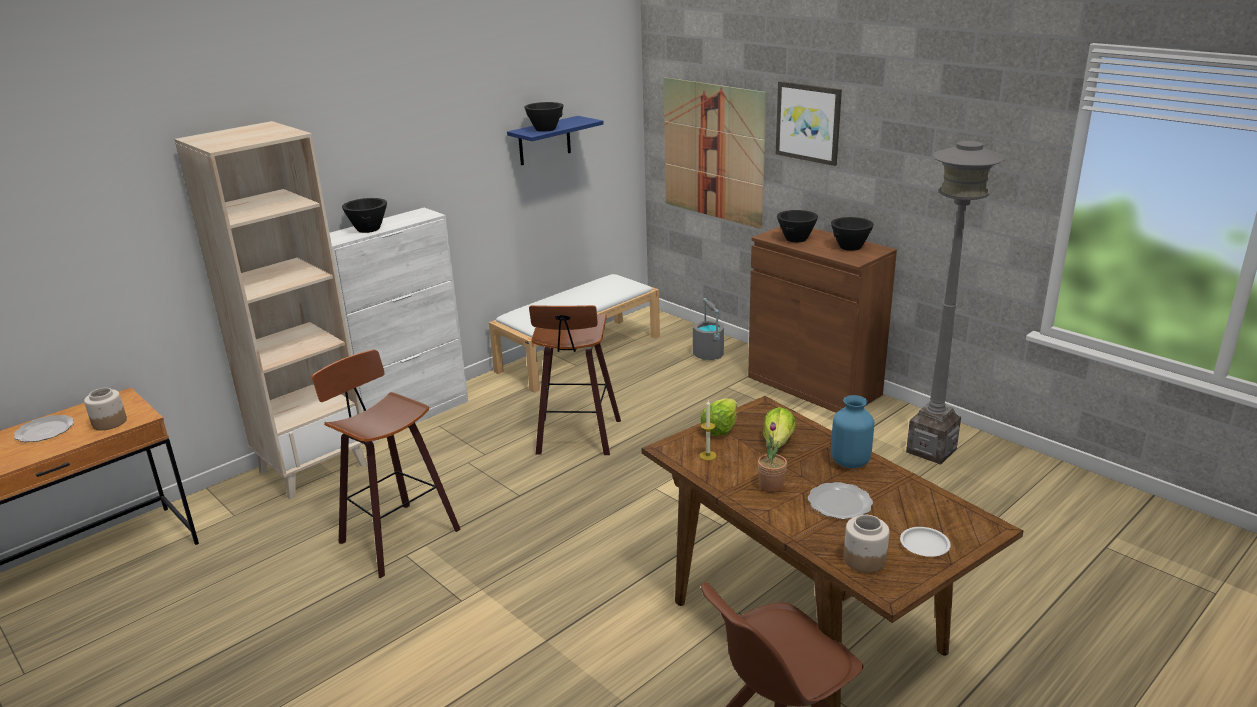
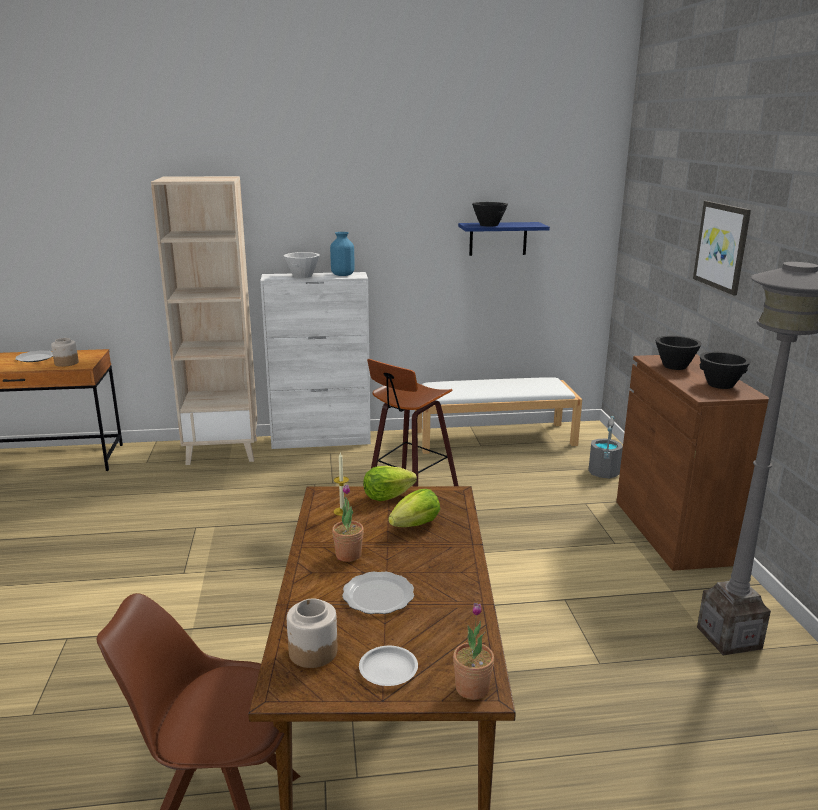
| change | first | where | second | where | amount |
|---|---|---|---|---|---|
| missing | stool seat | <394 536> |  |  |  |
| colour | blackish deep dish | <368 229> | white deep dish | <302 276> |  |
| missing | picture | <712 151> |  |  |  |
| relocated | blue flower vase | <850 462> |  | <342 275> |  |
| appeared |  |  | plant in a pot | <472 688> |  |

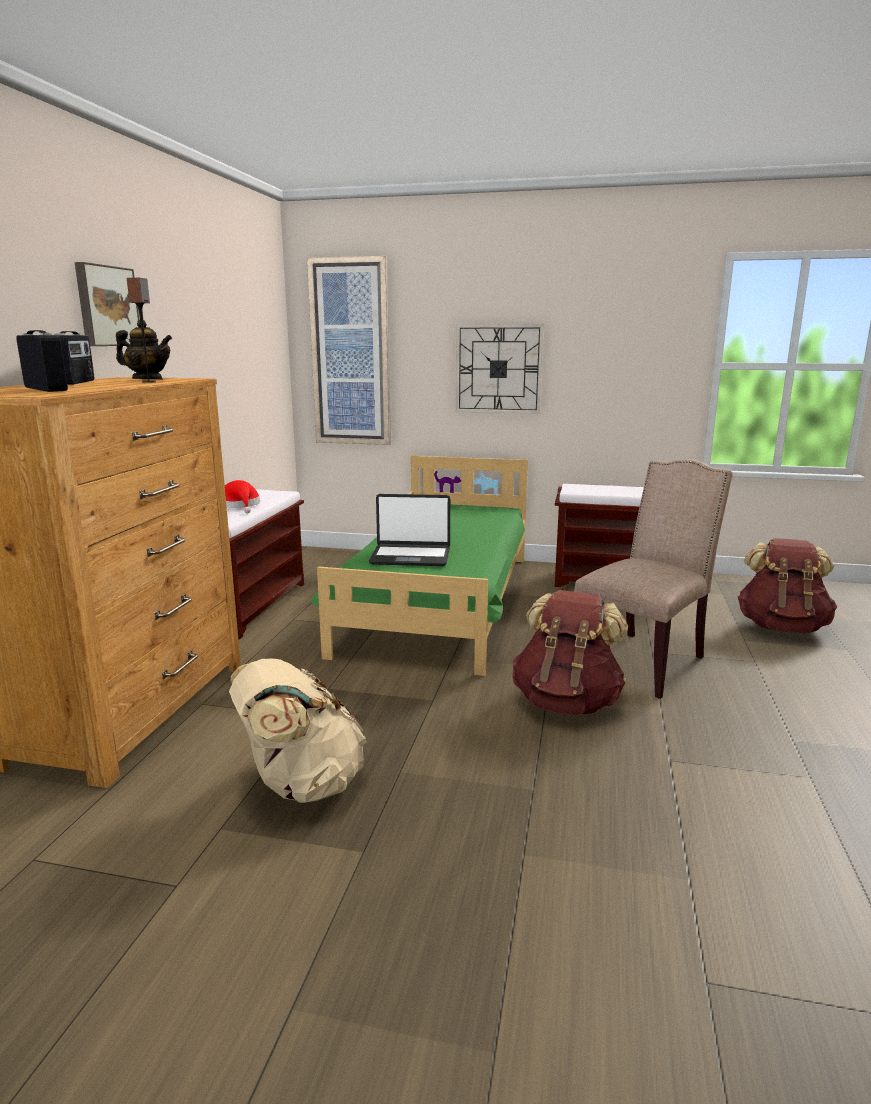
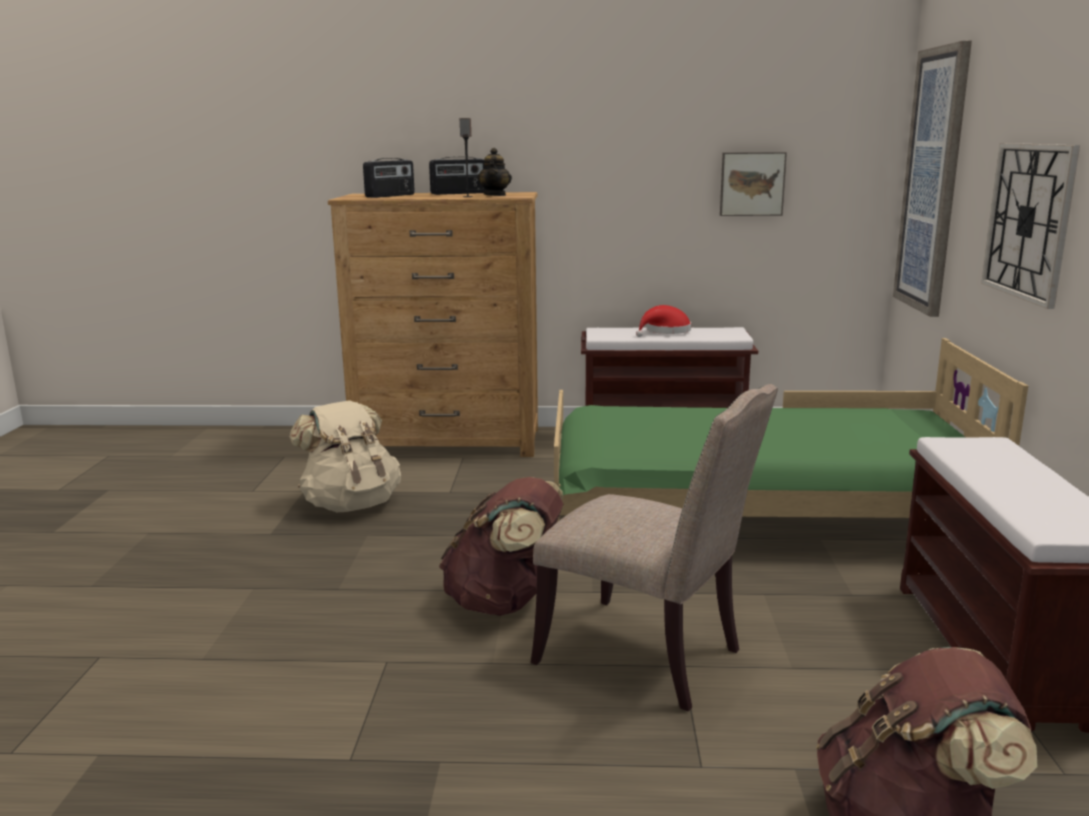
| change | first | where | second | where | amount |
|---|---|---|---|---|---|
| relocated | picture | <106 306> |  | <752 184> |  |
| missing | portable computer | <410 557> |  |  |  |

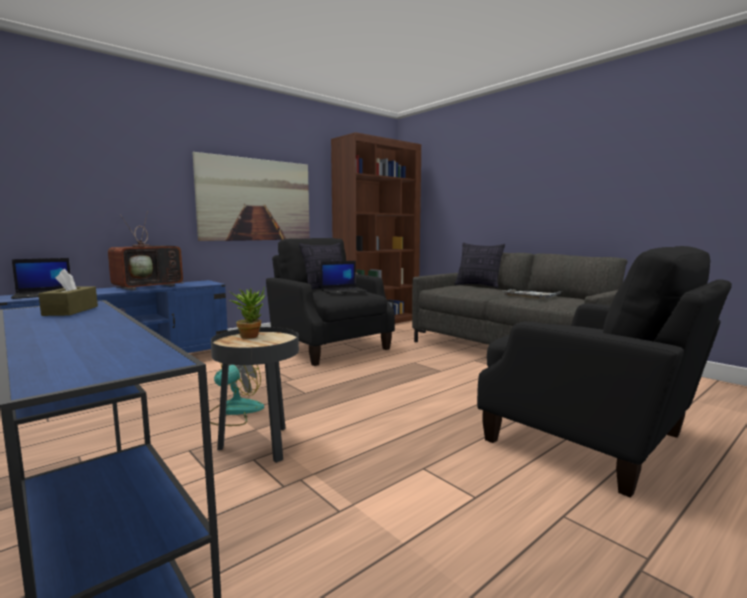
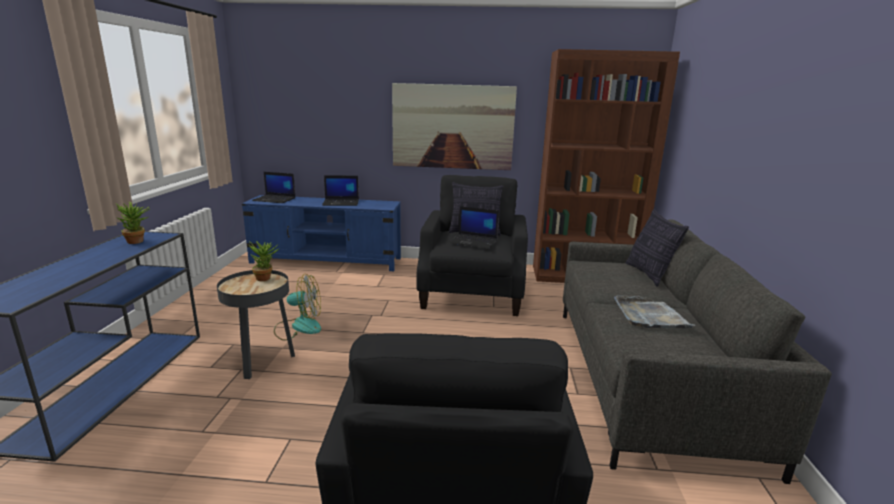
| change | first | where | second | where | amount |
|---|---|---|---|---|---|
| exchanged | brown-coloured tissue holder | <71 311> | plant in a pot | <138 242> |  |
| exchanged | TV | <149 287> | portable computer | <341 203> |  |

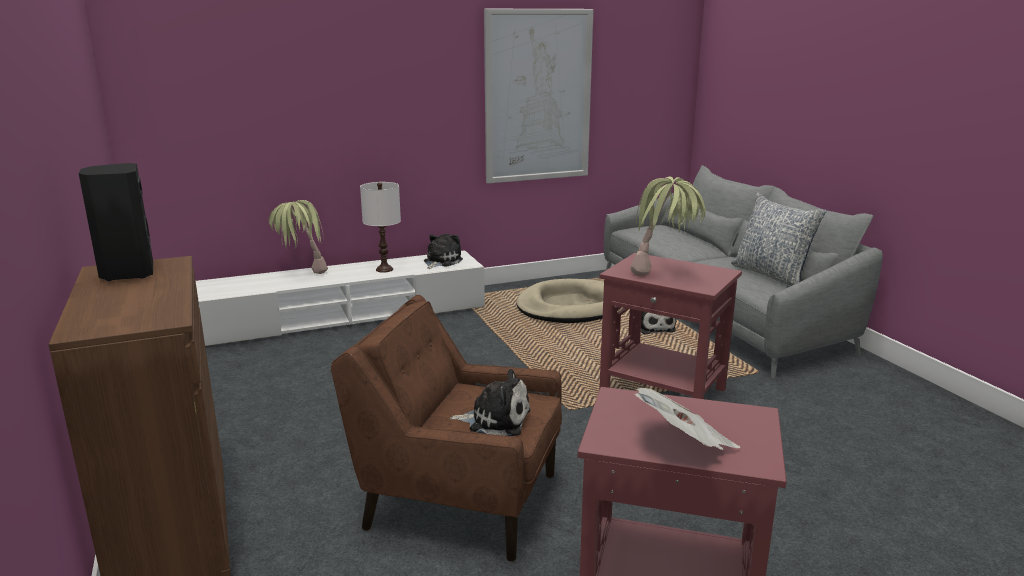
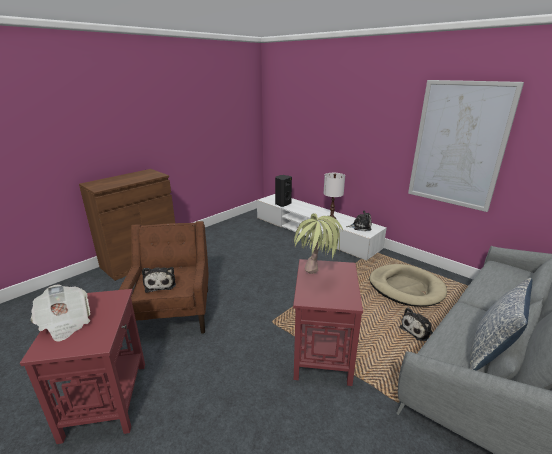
| change | first | where | second | where | amount |
|---|---|---|---|---|---|
| relocated | blackish loudspeaker | <127 273> |  | <282 204> |  |
| missing | plant in a pot | <301 274> |  |  |  |

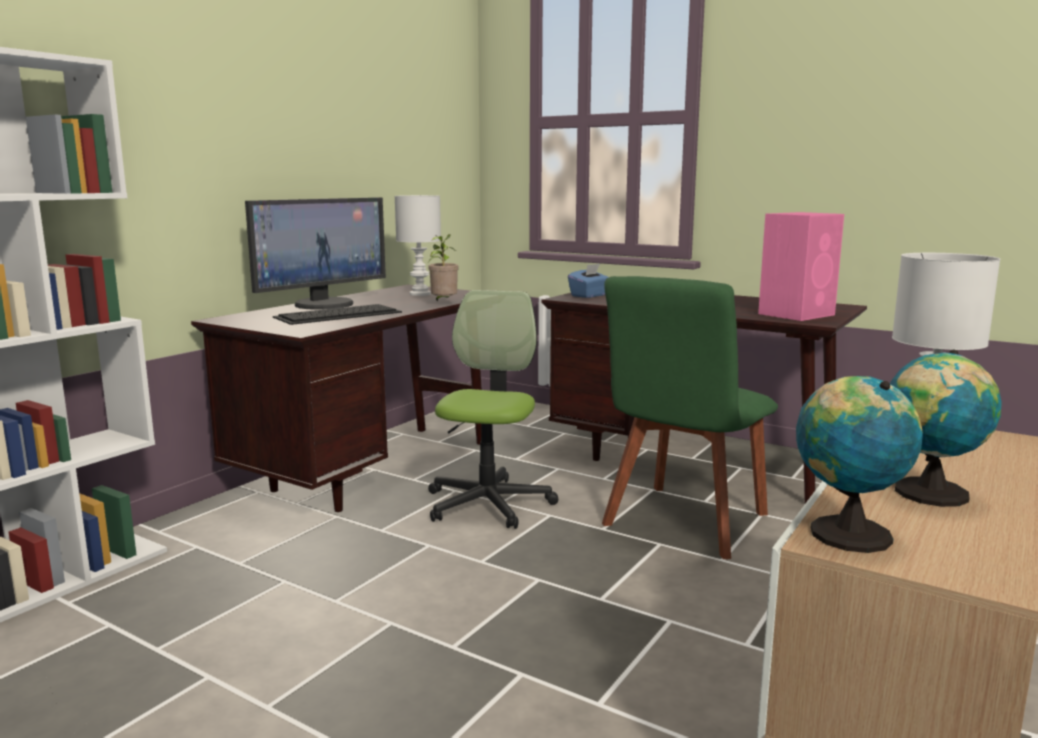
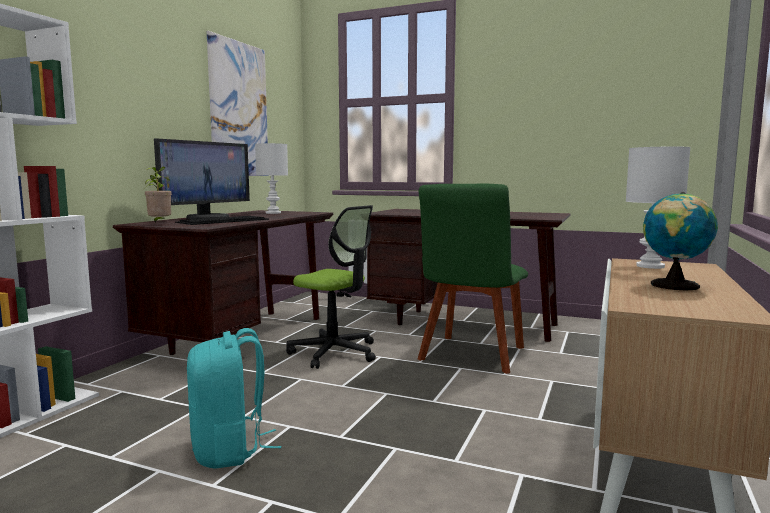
| change | first | where | second | where | amount |
|---|---|---|---|---|---|
| relocated | plant in a pot | <443 304> |  | <160 224> |  |
| spun | desk chair | <488 504> |  | <334 353> | 120 degrees clockwise |
| missing | blue tissue holder | <590 295> |  |  |  |
| missing | pink loudspeaker | <797 314> |  |  |  |
| missing | globe | <845 533> |  |  |  |
| appeared |  |  | turquoise-coloured knapsack | <230 450> |  |
| appeared |  |  | picture | <239 109> |  |

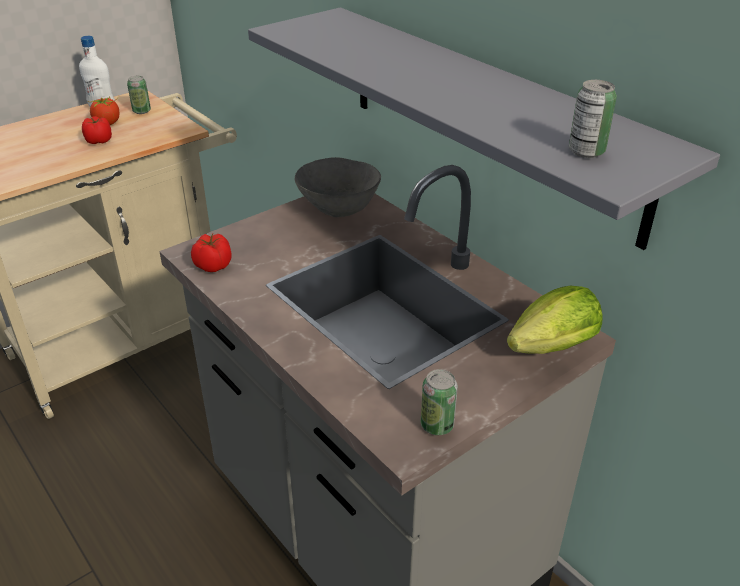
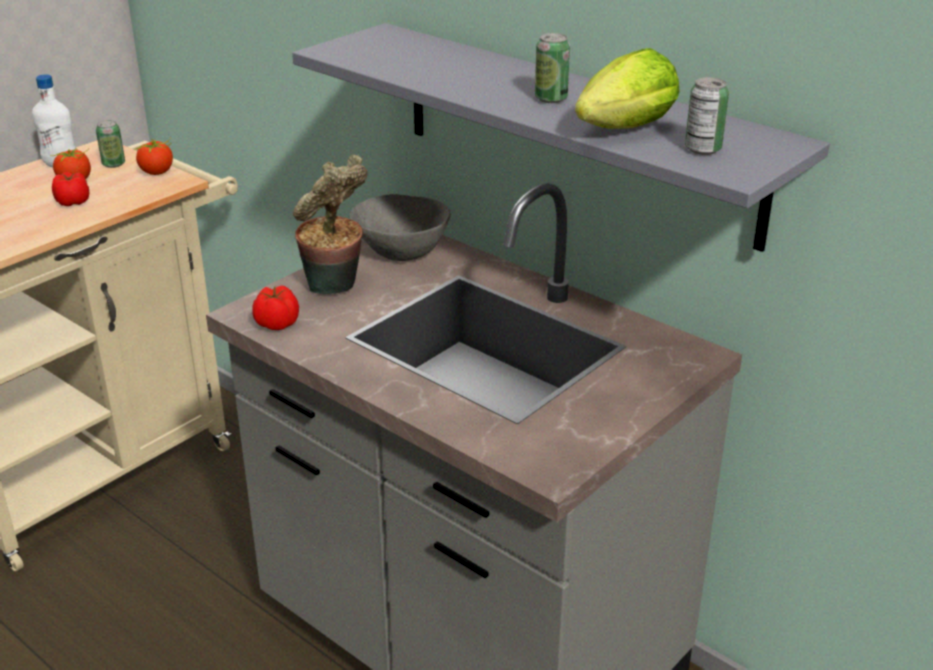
| change | first | where | second | where | amount |
|---|---|---|---|---|---|
| relocated | metal can | <437 425> |  | <551 99> |  |
| relocated | lettuce | <547 350> |  | <621 131> |  |
| appeared |  |  | whole tomato | <157 172> |  |
| appeared |  |  | plant in a pot | <335 289> |  |

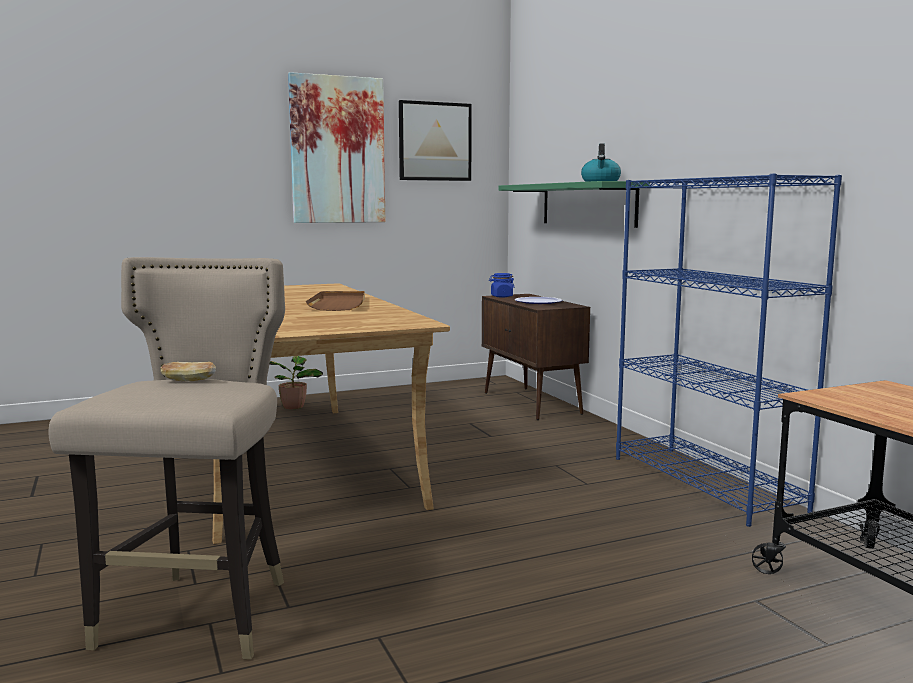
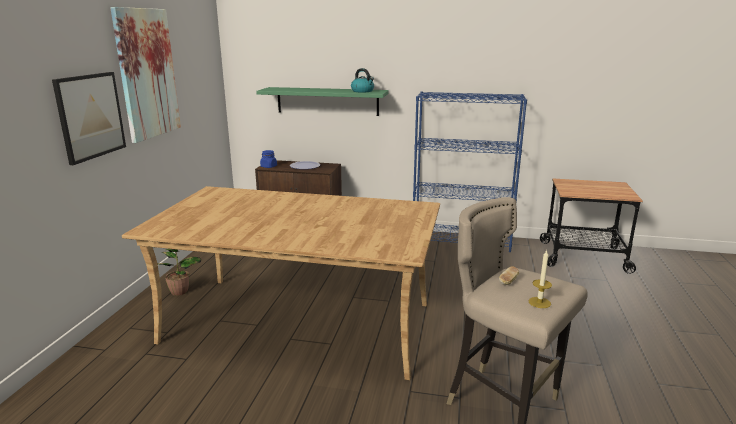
| change | first | where | second | where | amount |
|---|---|---|---|---|---|
| missing | brown-coloured serving tray | <339 304> |  |  |  |
| relocated | picture | <435 141> |  | <90 116> |  |
| appeared |  |  | candle | <539 302> |  |

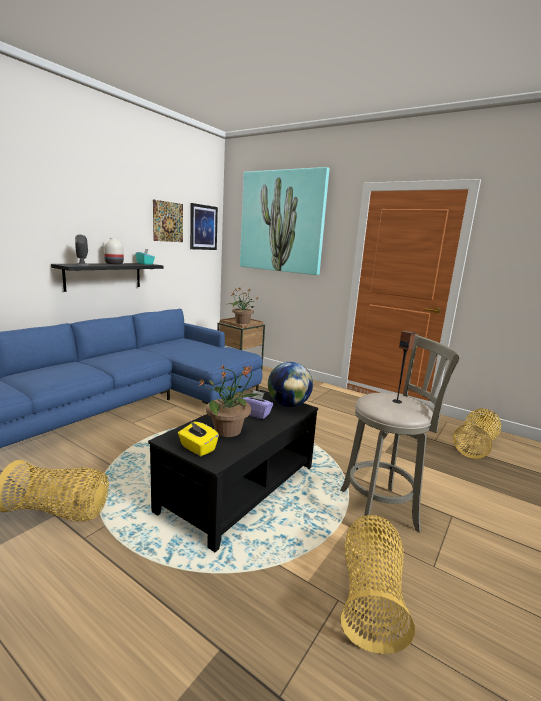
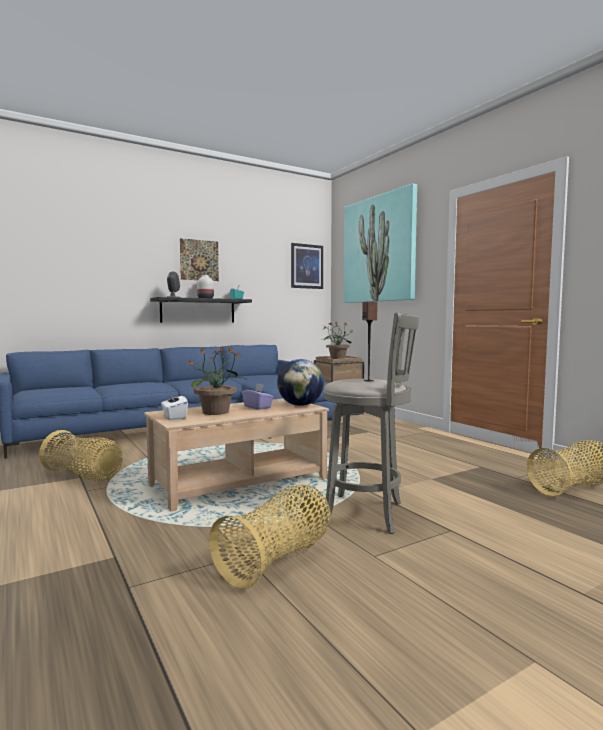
| change | first | where | second | where | amount |
|---|---|---|---|---|---|
| colour | blackish low table | <239 487> | beige-coloured low table | <239 482> |  |
| relocated | picture | <168 221> |  | <199 260> |  |
| colour | yellow-coloured tissue holder | <197 448> | white tissue holder | <174 417> |  |

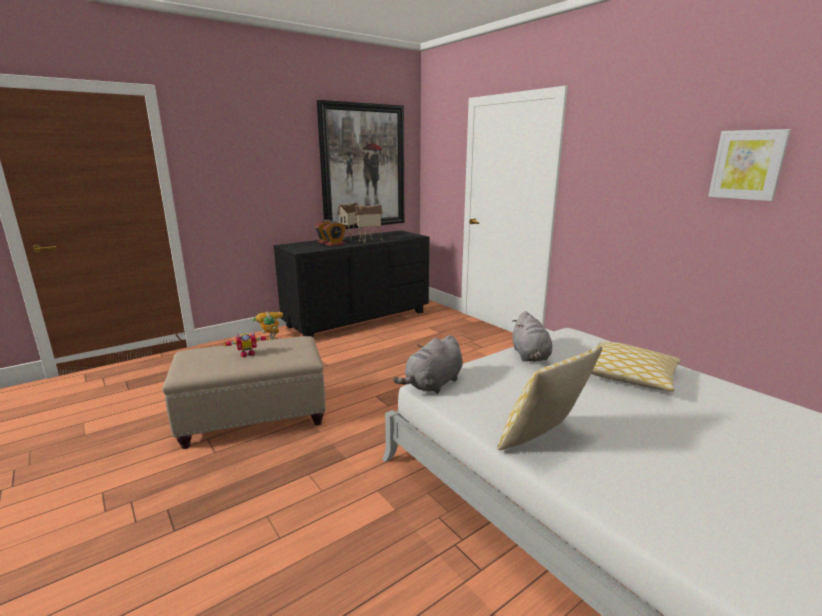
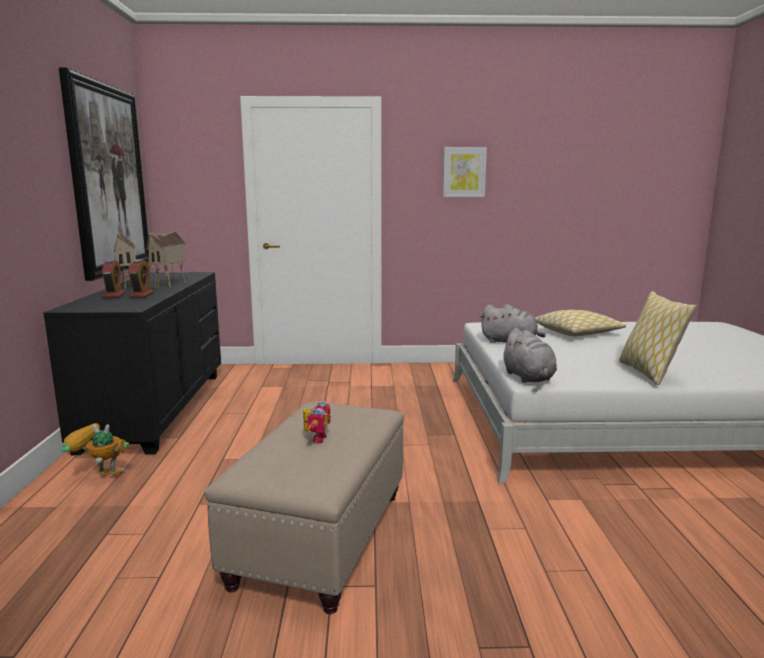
| change | first | where | second | where | amount |
|---|---|---|---|---|---|
| relocated | picture | <747 165> |  | <464 172> |  |

